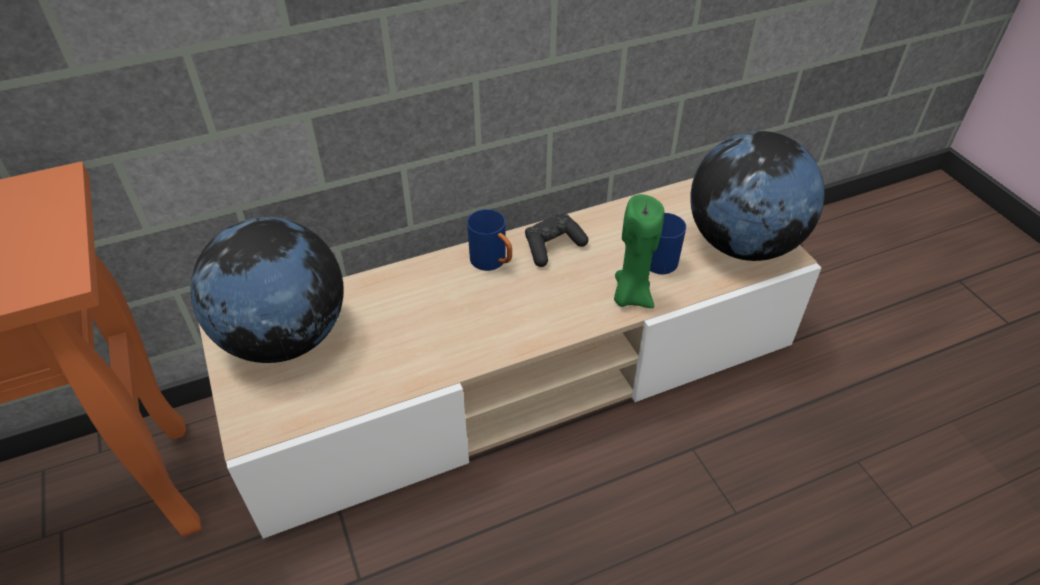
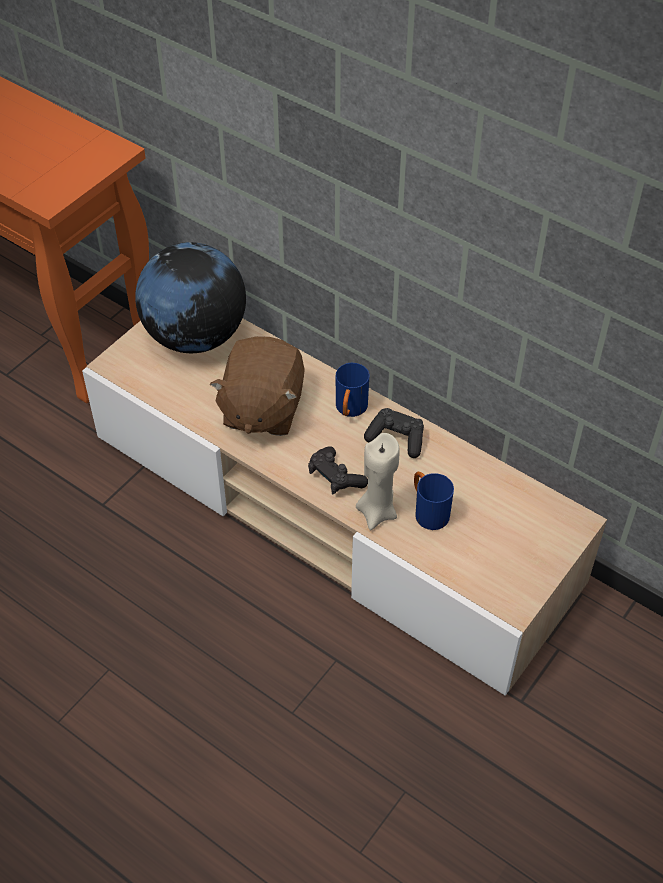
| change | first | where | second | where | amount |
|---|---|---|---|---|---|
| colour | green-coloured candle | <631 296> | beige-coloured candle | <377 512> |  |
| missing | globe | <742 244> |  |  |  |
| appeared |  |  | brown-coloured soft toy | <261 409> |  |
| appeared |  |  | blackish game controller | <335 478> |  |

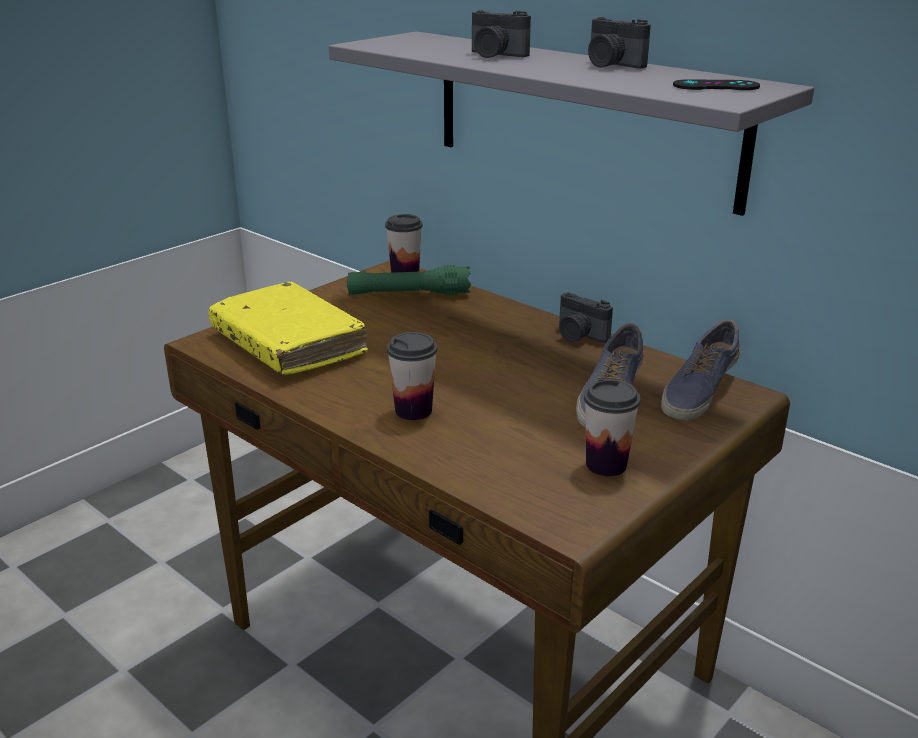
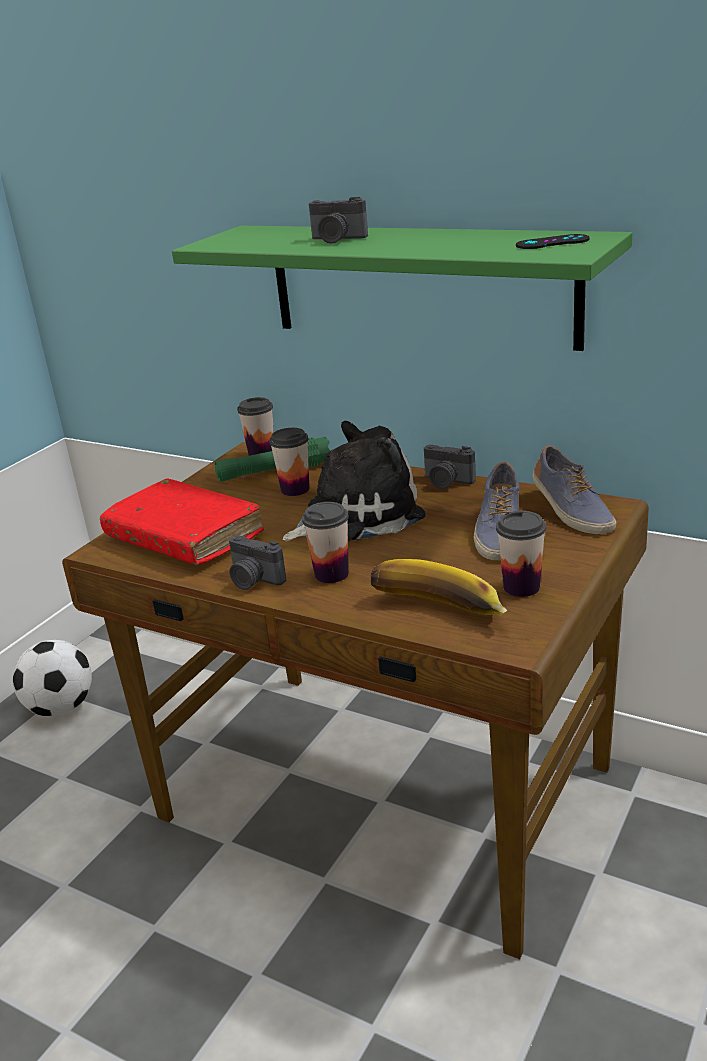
| change | first | where | second | where | amount |
|---|---|---|---|---|---|
| colour | yellow-coloured book | <288 344> | reddish book | <184 537> |  |
| colour | gray bracket shelf | <582 117> | green-coloured bracket shelf | <419 284> |  |
| relocated | still camera | <611 65> |  | <254 580> |  |
| spun | low shoe | <698 391> |  | <570 511> | 45 degrees counterclockwise |
| appeared |  |  | ball for football | <61 707> |  |
| appeared |  |  | drinking cup | <295 489> |  |
| appeared |  |  | soft toy | <357 514> |  |
| appeared |  |  | whole banana | <436 613> |  |

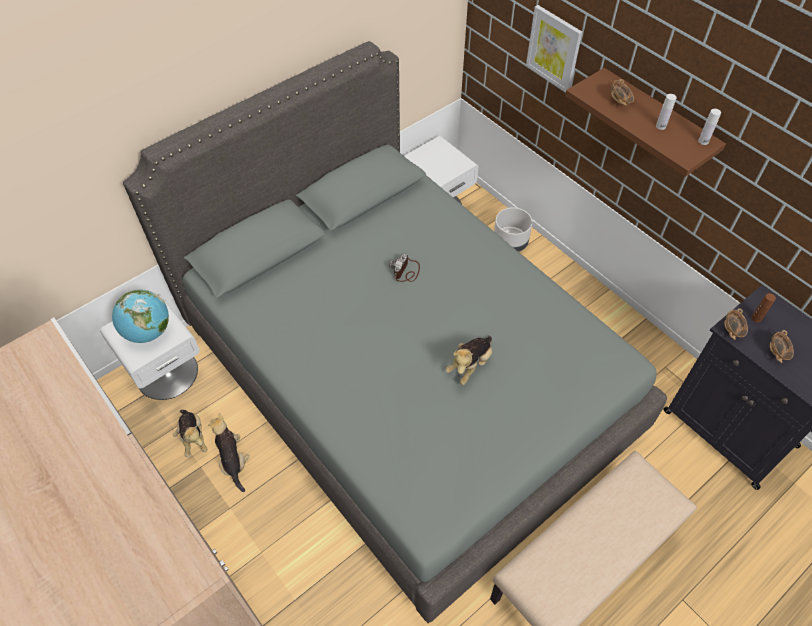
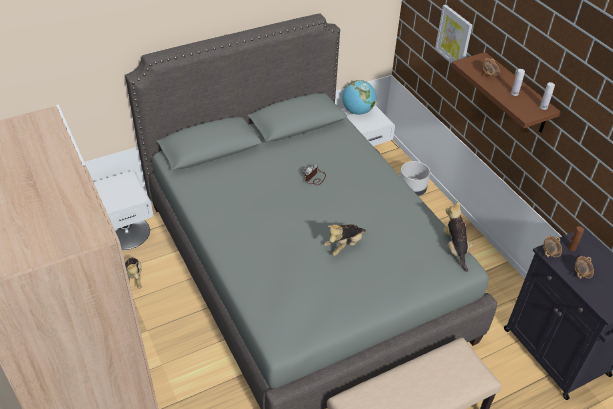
| change | first | where | second | where | amount |
|---|---|---|---|---|---|
| relocated | globe | <148 332> |  | <357 111> |  |
| relocated | soft toy | <233 460> |  | <455 248> |  |

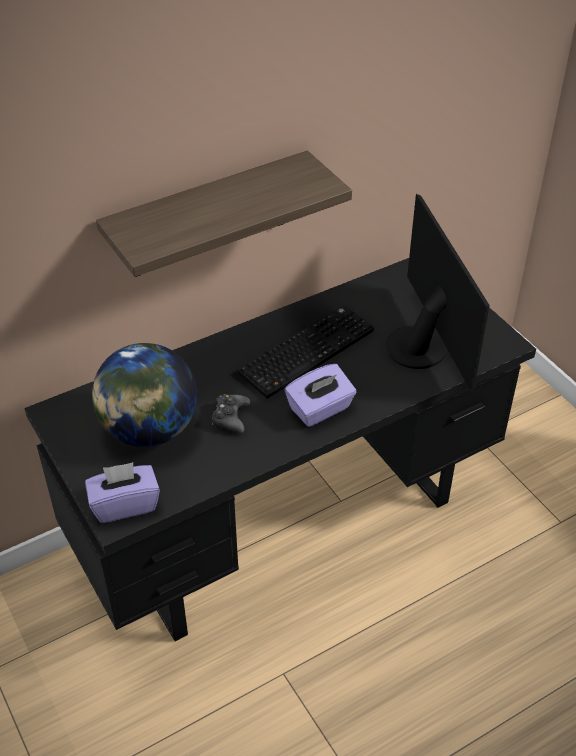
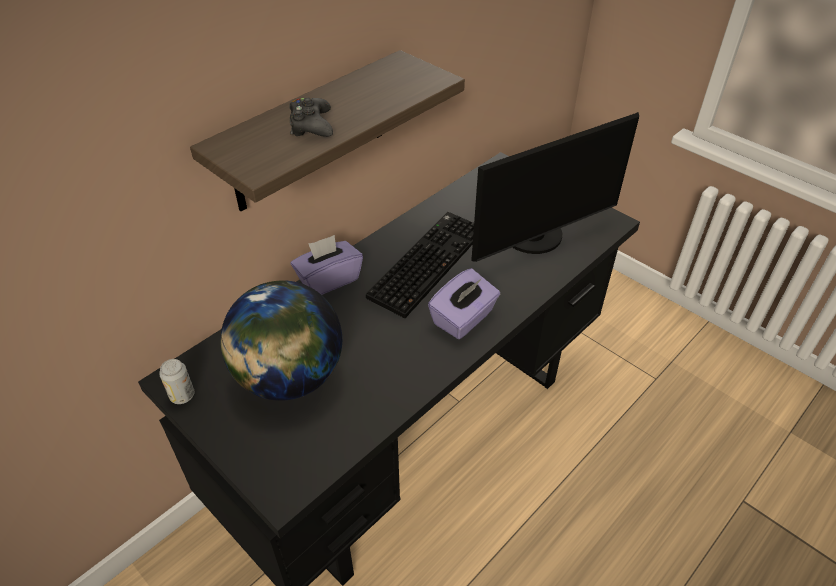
| change | first | where | second | where | amount |
|---|---|---|---|---|---|
| relocated | purplish tissue holder | <125 504> |  | <328 280> |  |
| relocated | blackish game controller | <230 417> |  | <311 125> |  |
| spun | computer display | <422 346> |  | <536 238> | 90 degrees clockwise |
| appeared |  |  | metal can | <182 396> |  |

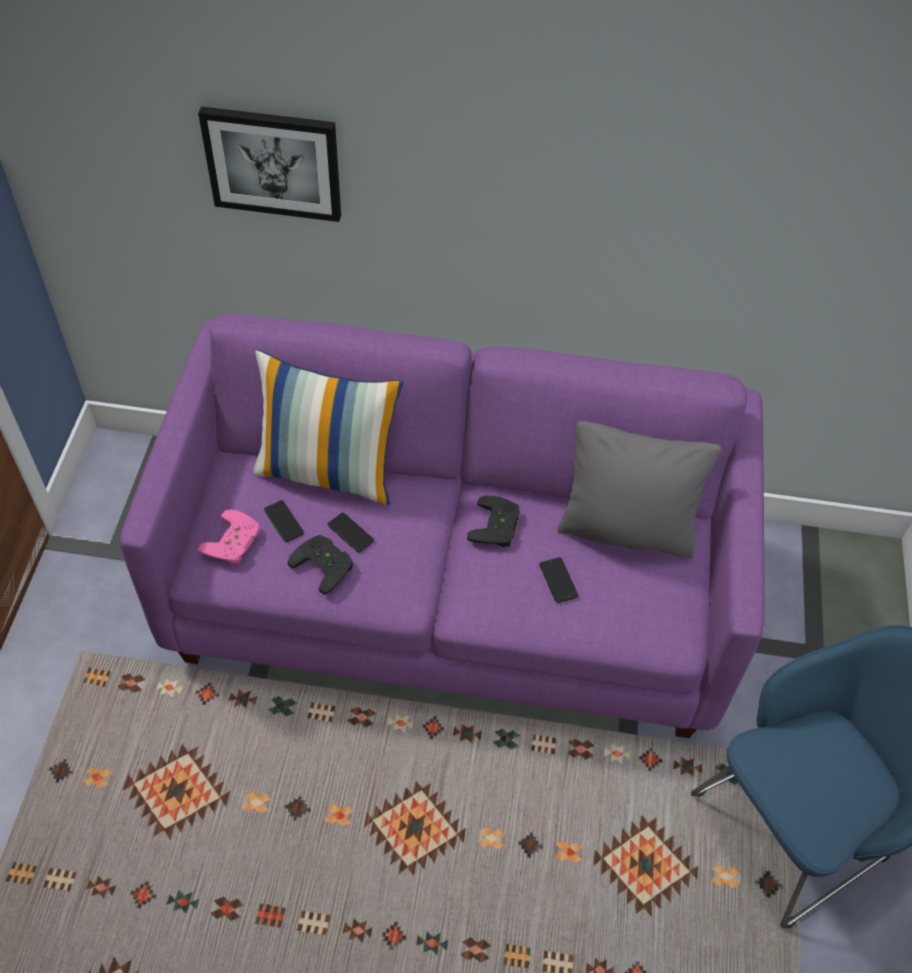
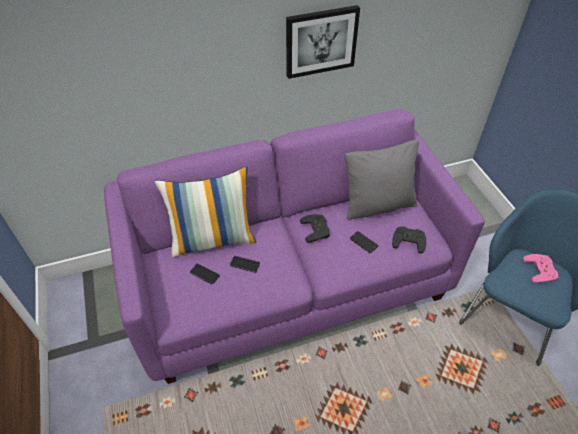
| change | first | where | second | where | amount |
|---|---|---|---|---|---|
| relocated | picture | <273 162> |  | <321 41> |  |
| relocated | pink game controller | <234 542> |  | <542 270> |  |
| relocated | blackish game controller | <325 564> |  | <409 239> |  |

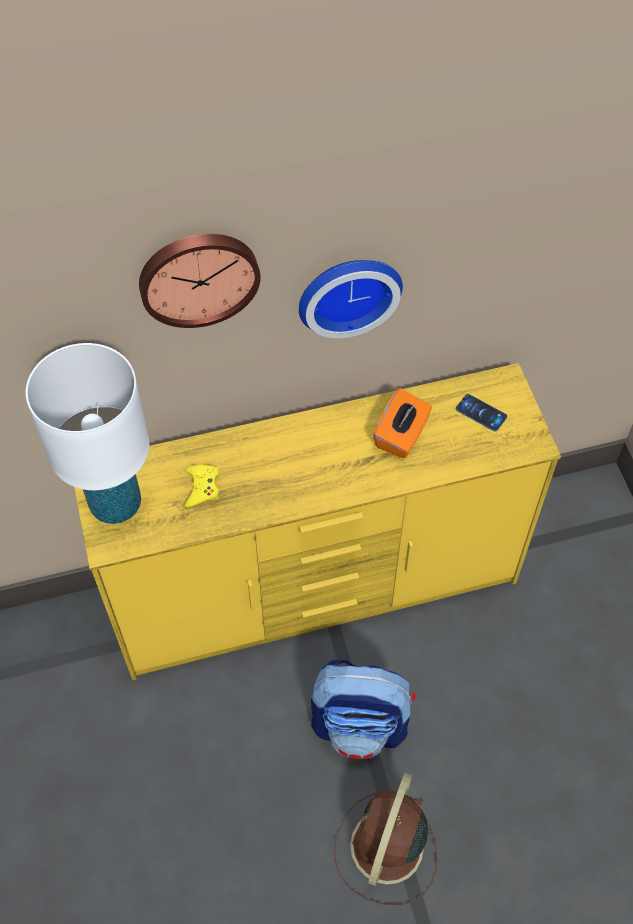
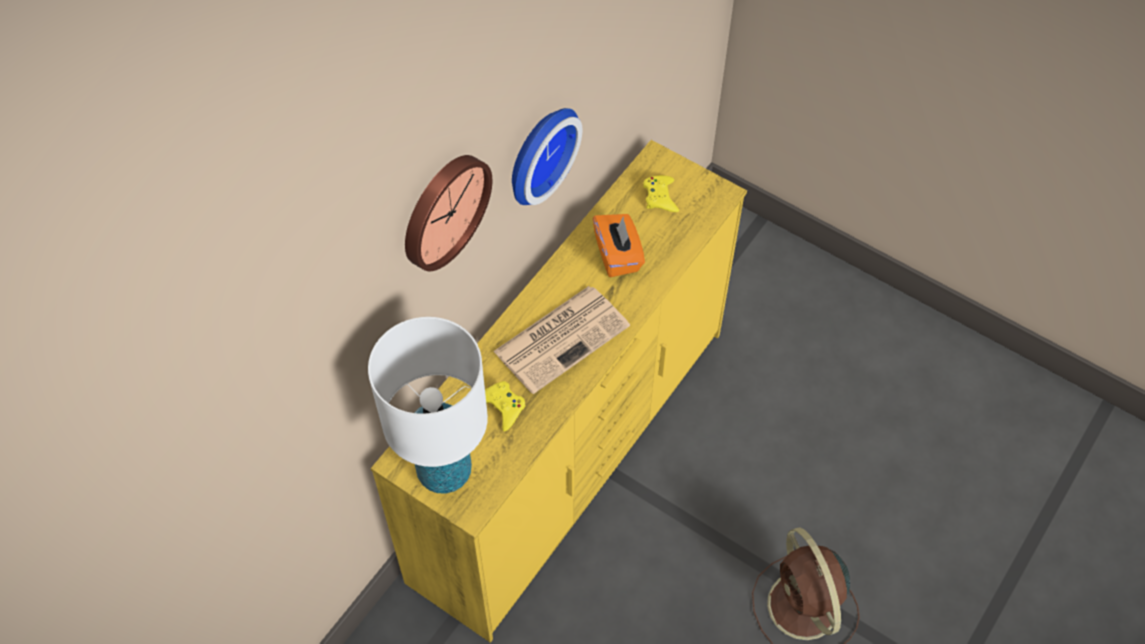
| change | first | where | second | where | amount |
|---|---|---|---|---|---|
| missing | knapsack | <360 725> |  |  |  |
| exchanged | phone | <481 413> | yellow-coloured game controller | <660 197> |  |
| appeared |  |  | daily paper | <562 337> |  |

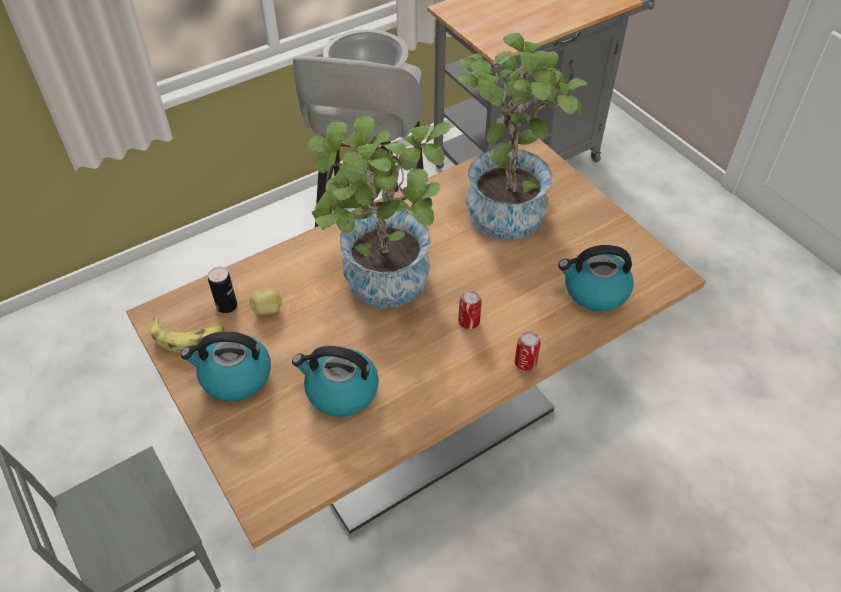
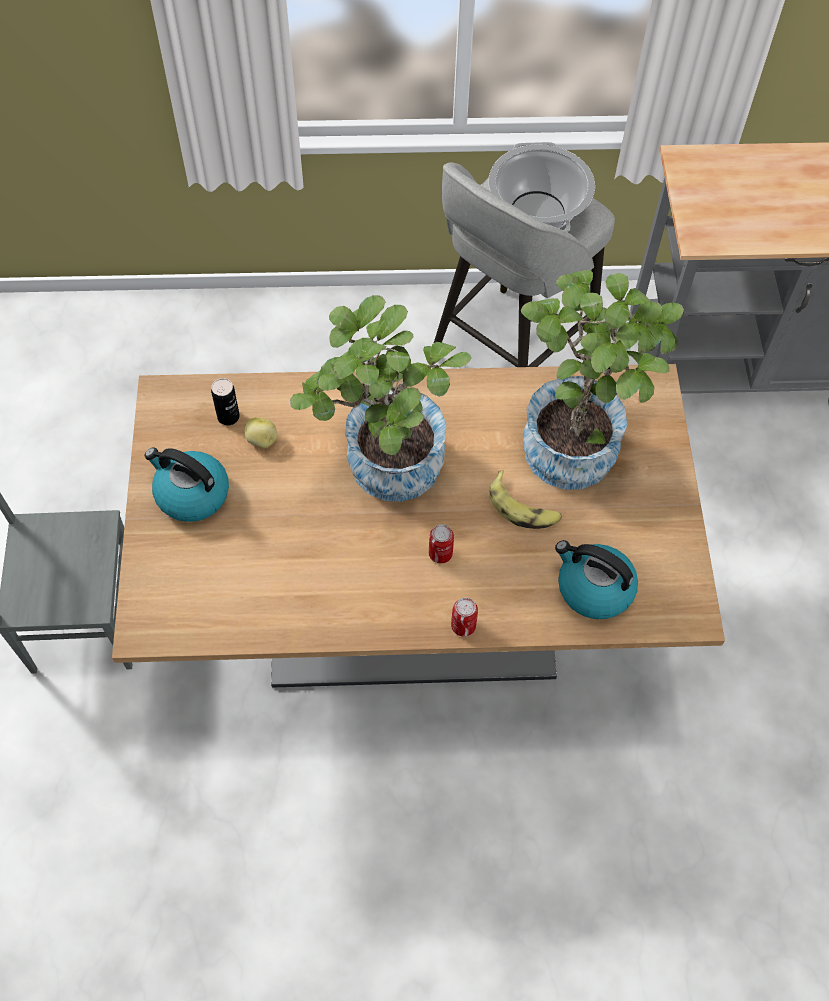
| change | first | where | second | where | amount |
|---|---|---|---|---|---|
| relocated | whole banana | <189 337> |  | <523 508> |  |
| missing | tea kettle | <340 391> |  |  |  |

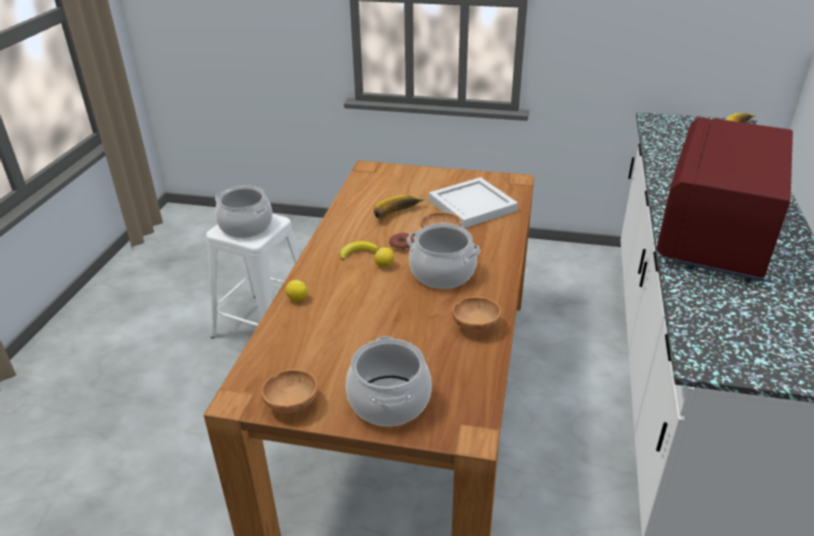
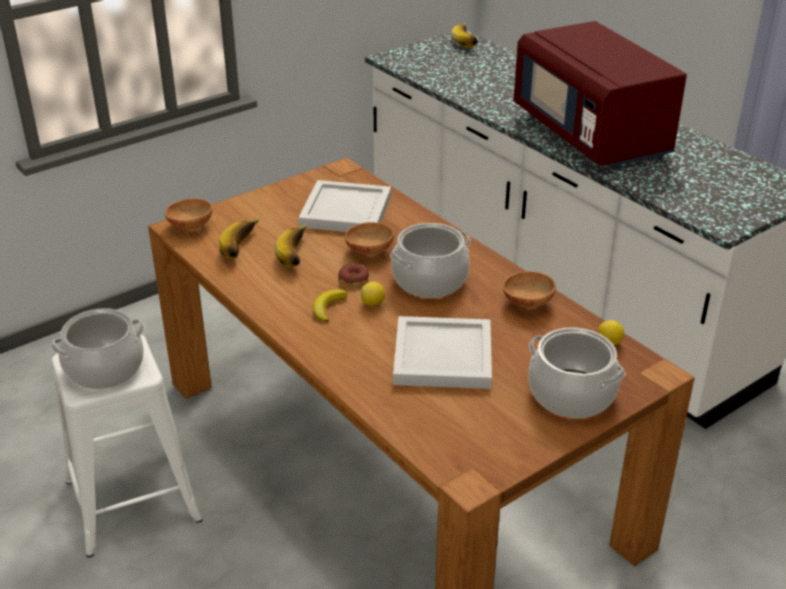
| change | first | where | second | where | amount |
|---|---|---|---|---|---|
| relocated | brown-coloured deep dish | <292 403> |  | <190 226> |  |
| relocated | lemon | <297 299> |  | <609 343> |  |
| appeared |  |  | whole banana | <244 247> |  |
| appeared |  |  | white serving tray | <441 357> |  |

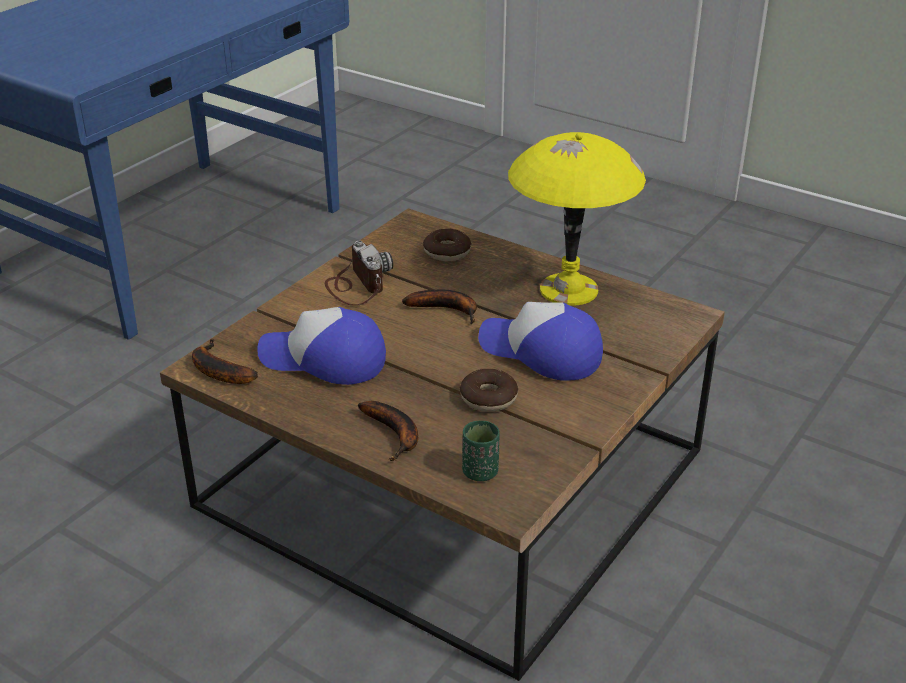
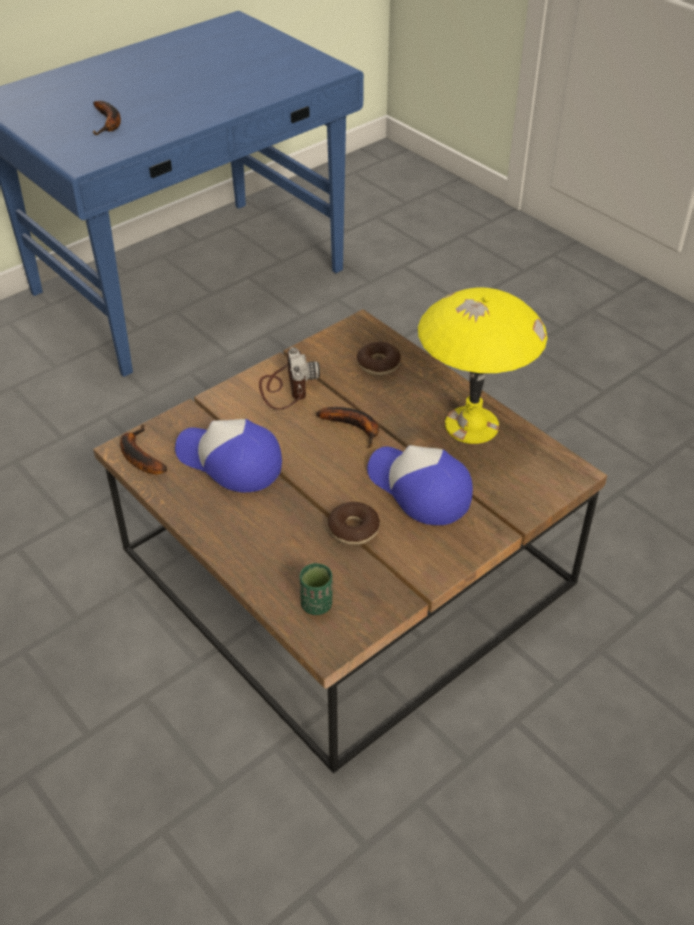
| change | first | where | second | where | amount |
|---|---|---|---|---|---|
| relocated | whole banana | <395 434> |  | <109 123> |  |

